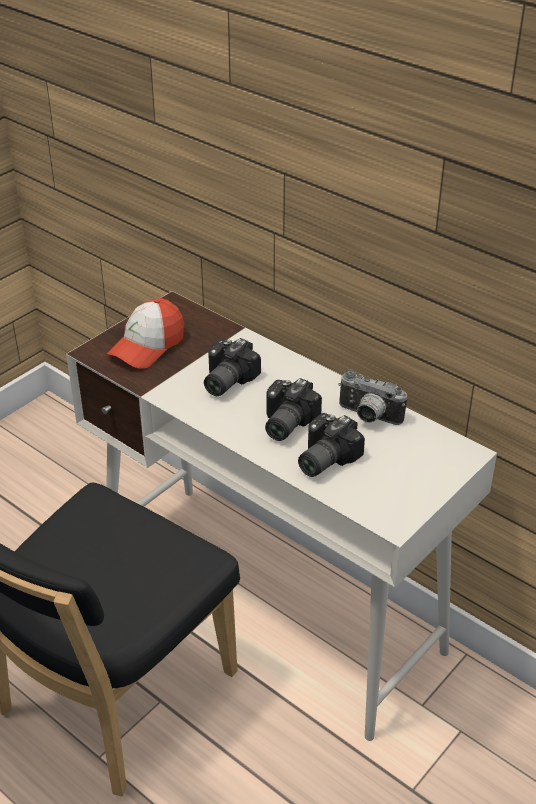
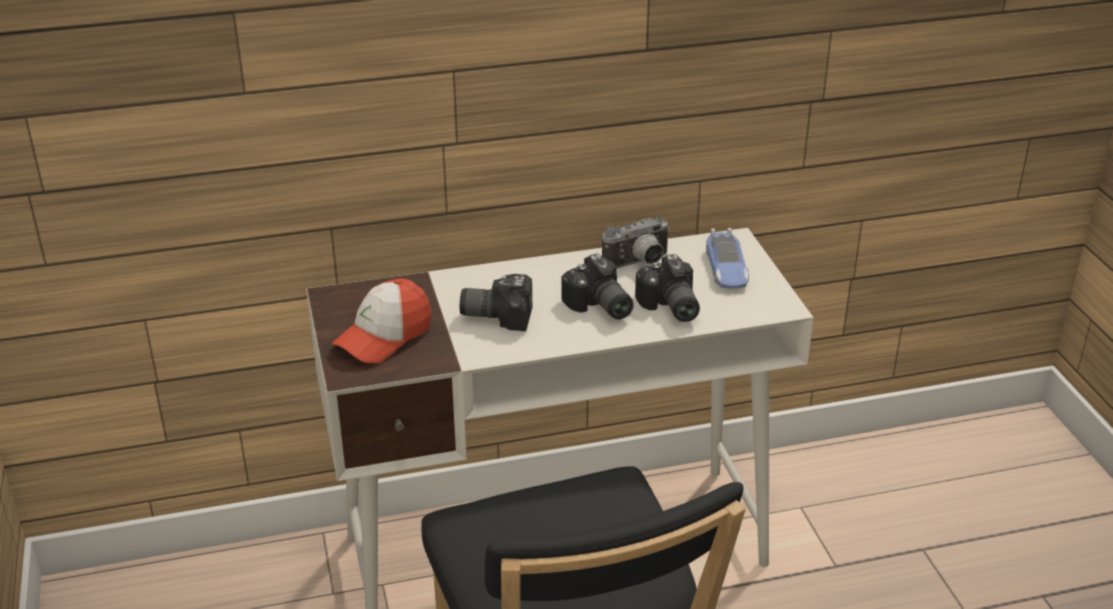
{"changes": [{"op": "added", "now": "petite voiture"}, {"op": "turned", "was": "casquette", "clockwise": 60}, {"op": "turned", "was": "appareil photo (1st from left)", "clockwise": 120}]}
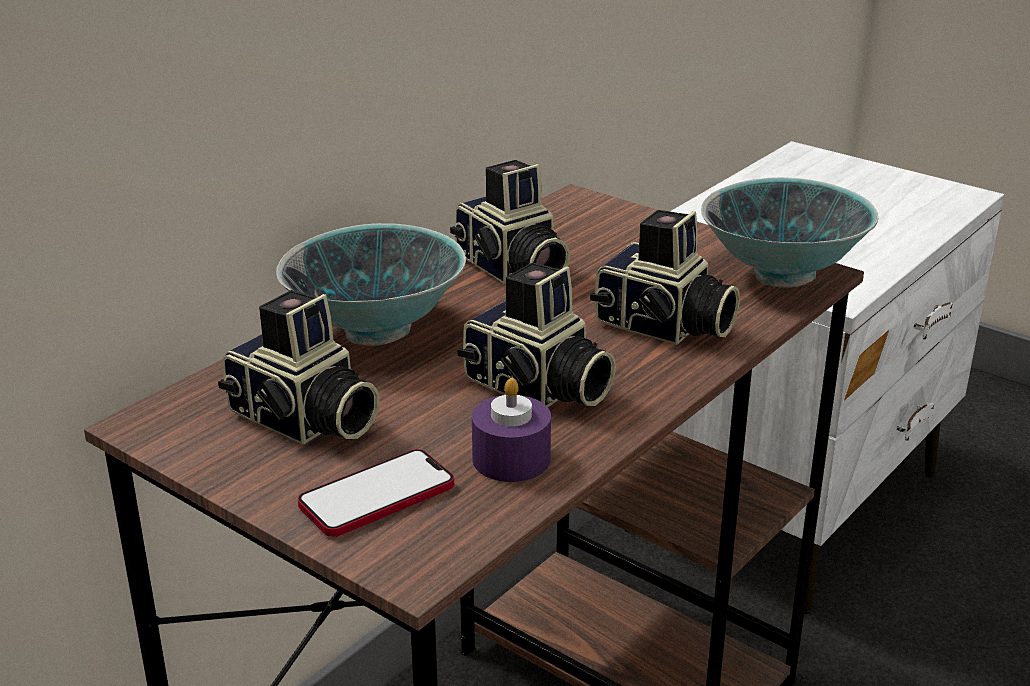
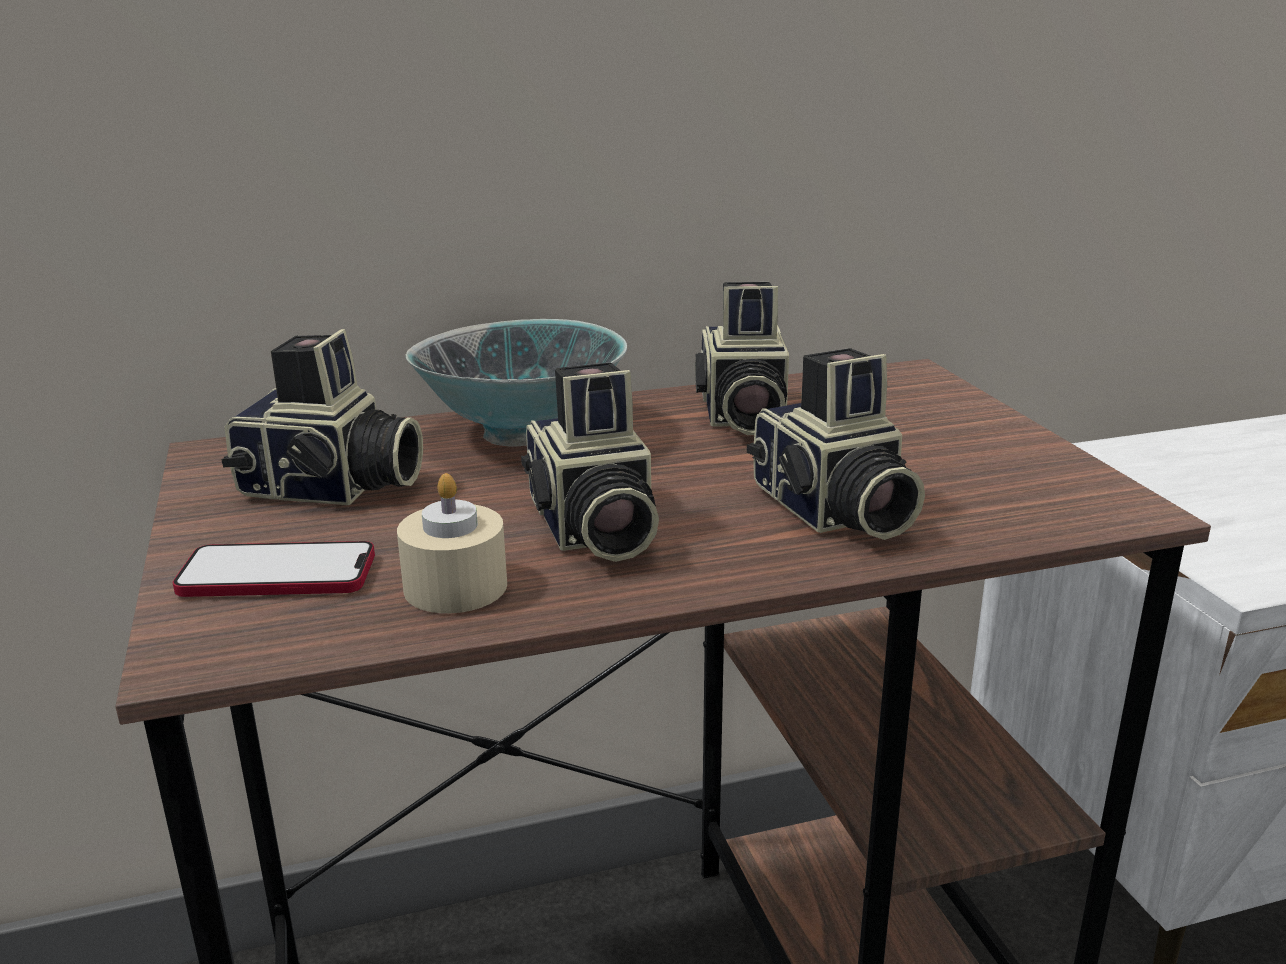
{"changes": [{"op": "removed", "was": "bol (2nd from left)"}, {"op": "recoloured", "was": "bougie [violet]", "now": "bougie [beige]"}, {"op": "turned", "was": "appareil photo (1st from left)", "clockwise": -60}]}
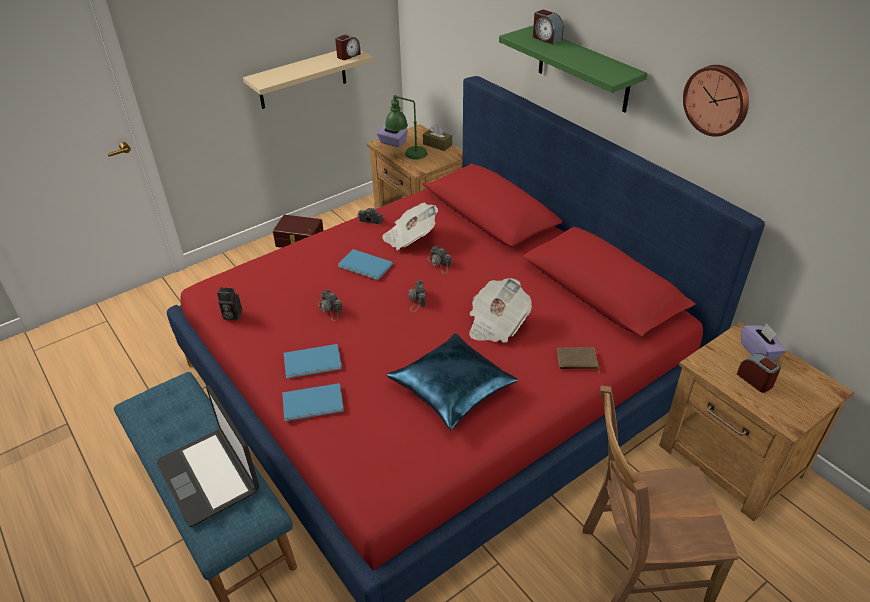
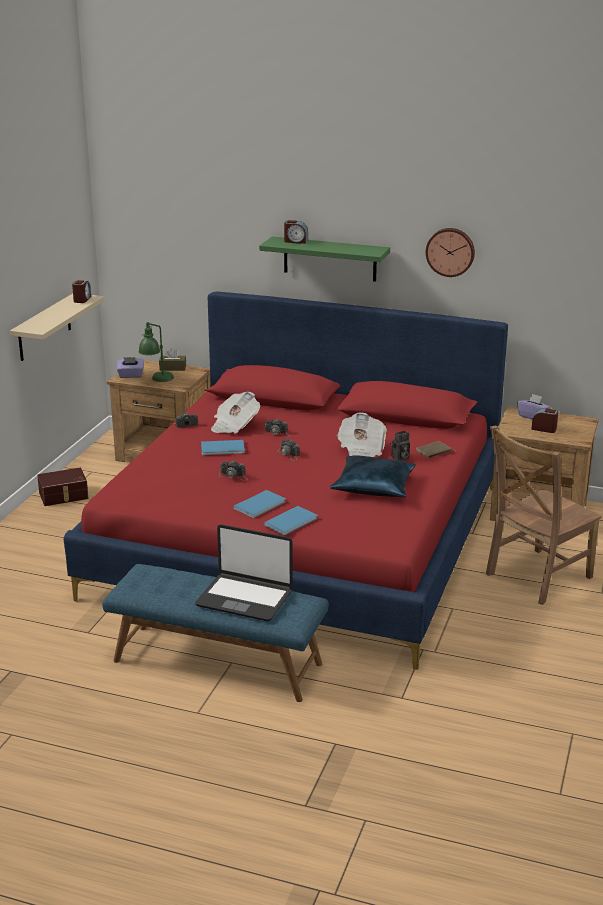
{"changes": [{"op": "moved", "was": "appareil photo (1st from left in the first image)", "now": "appareil photo (5th from left)"}]}
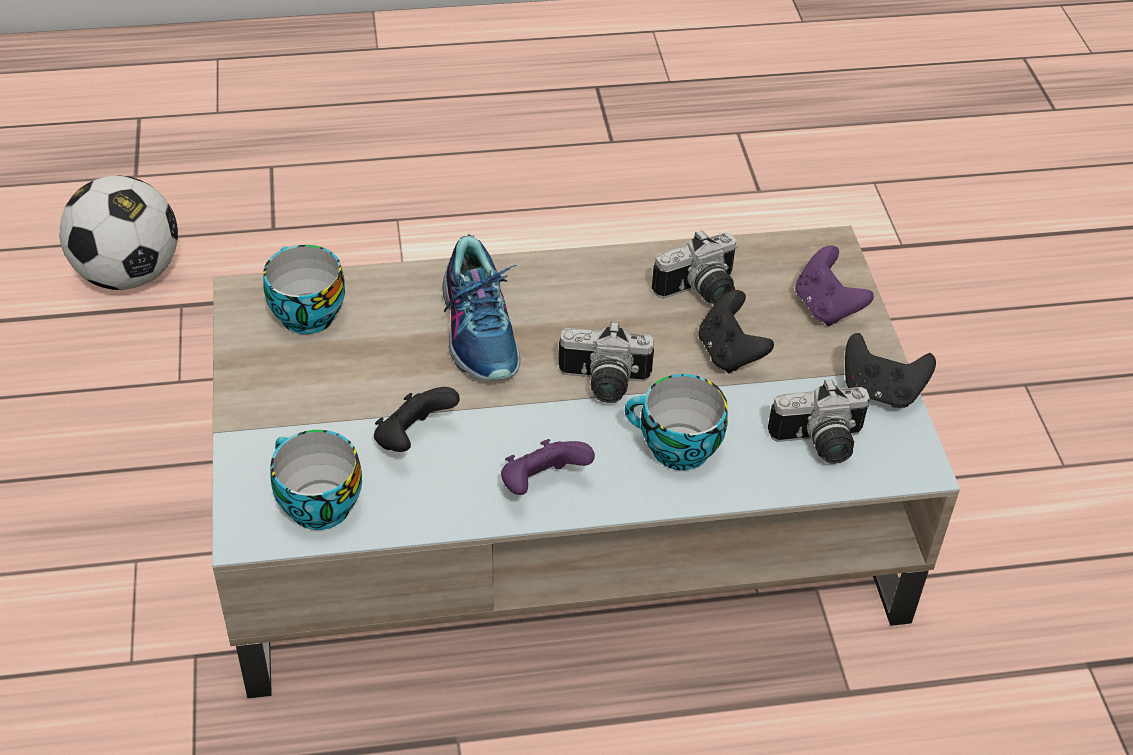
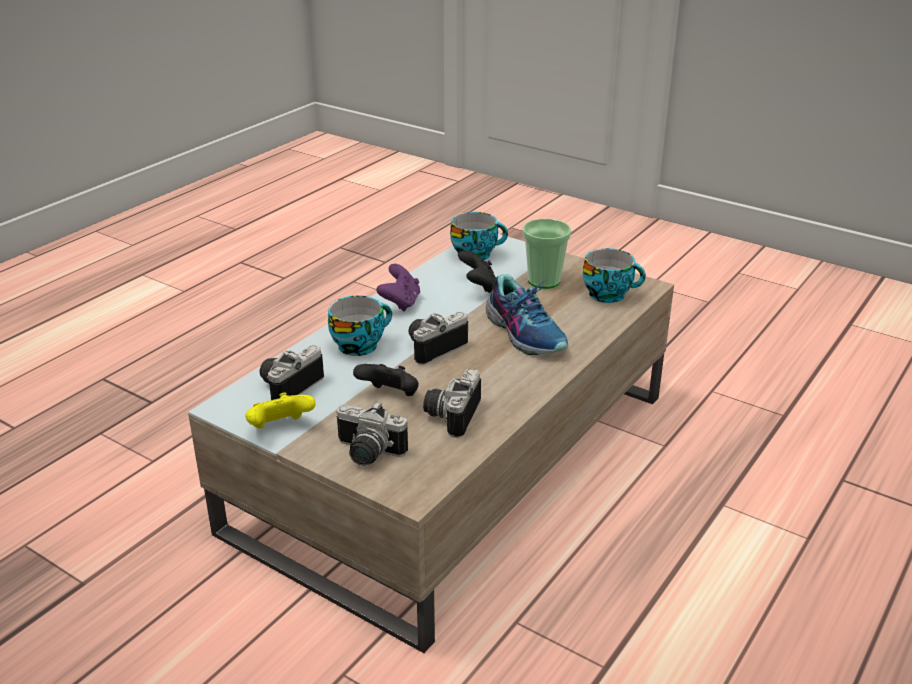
{"changes": [{"op": "removed", "was": "ballon de foot"}, {"op": "added", "now": "tasse (3rd from left)"}, {"op": "replaced", "was": "manette [violet] (2nd from left)", "now": "appareil photo (2nd from left)"}, {"op": "recoloured", "was": "manette [noir] (3rd from left)", "now": "manette [jaune]"}, {"op": "turned", "was": "chaussure", "clockwise": -150}]}
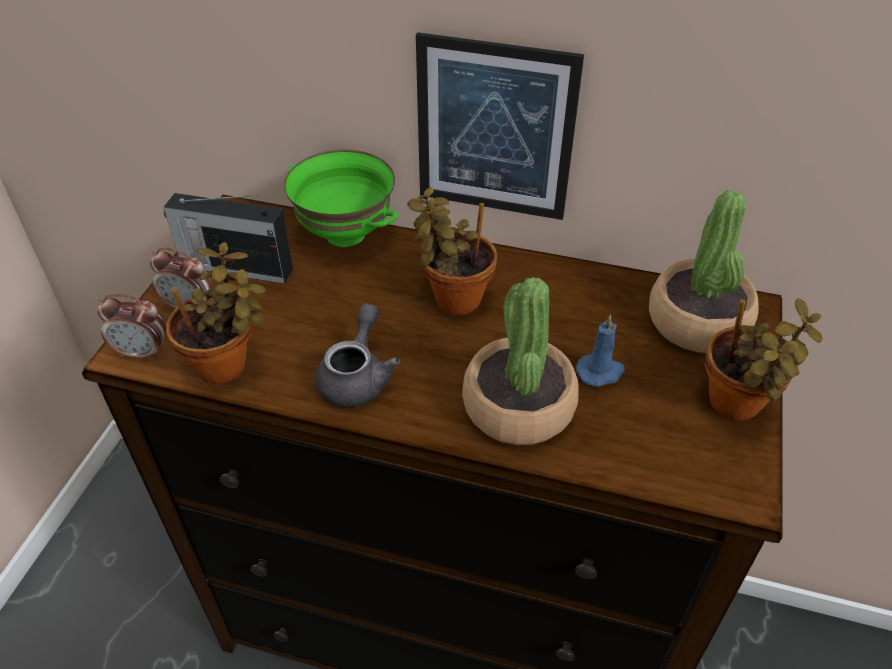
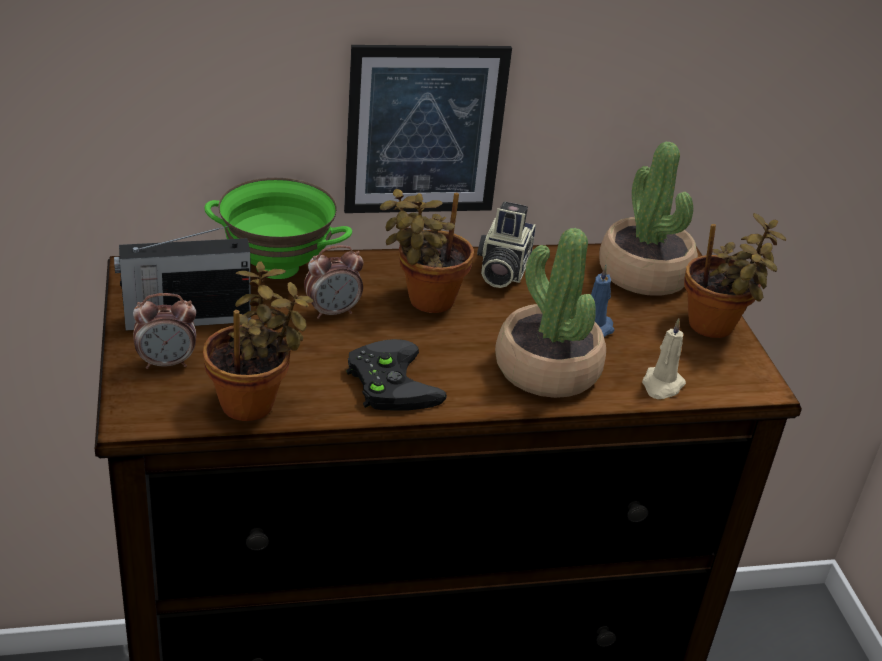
{"changes": [{"op": "added", "now": "appareil photo"}, {"op": "added", "now": "bougie [beige]"}, {"op": "moved", "was": "réveil (1st from left in the first image)", "now": "réveil (2nd from left)"}, {"op": "replaced", "was": "théière [gris]", "now": "manette [noir]"}]}
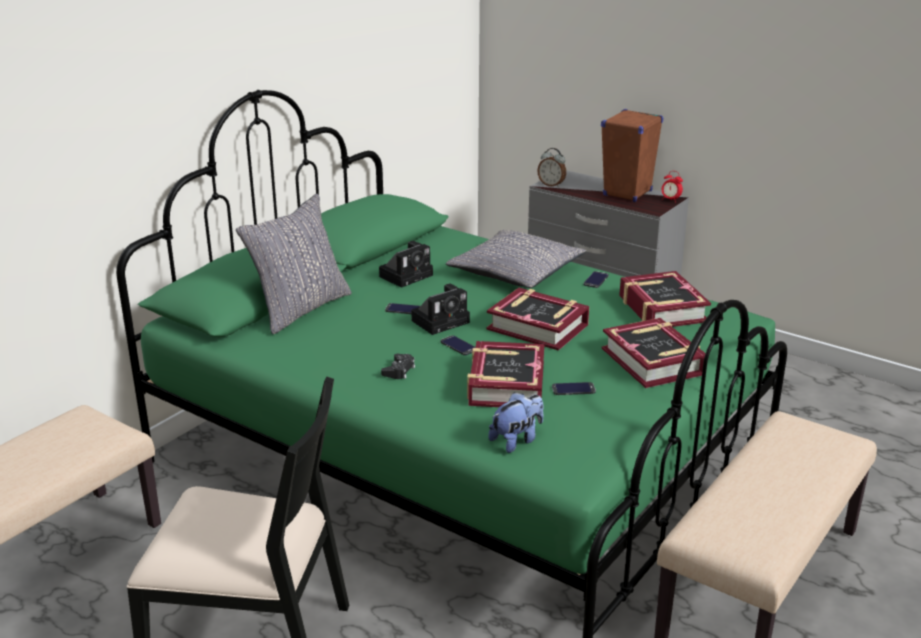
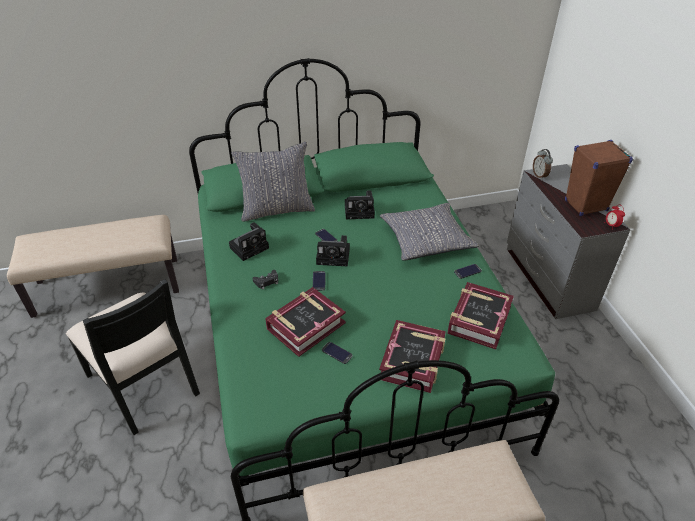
{"changes": [{"op": "removed", "was": "livre (2nd from left)"}, {"op": "removed", "was": "peluche"}, {"op": "added", "now": "appareil photo (1st from left)"}]}
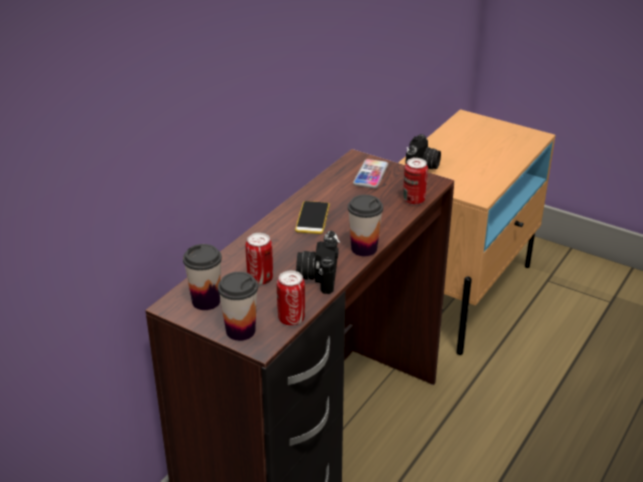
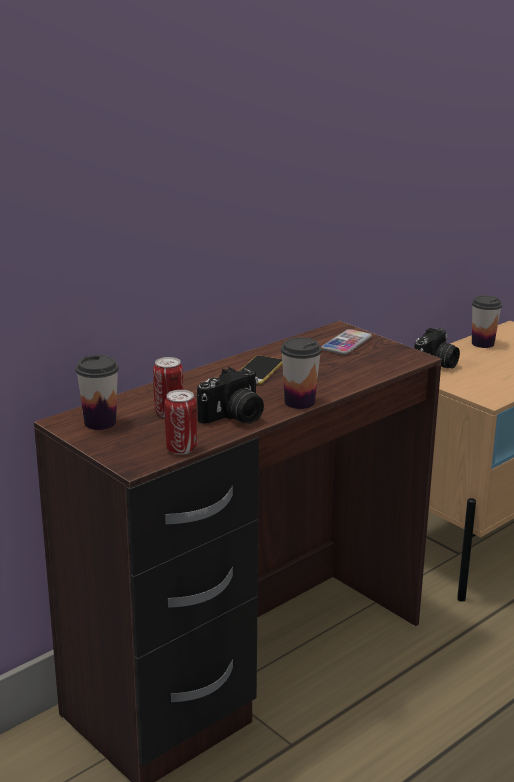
{"changes": [{"op": "removed", "was": "boîte métallique (3rd from left)"}, {"op": "moved", "was": "tasse (2nd from left in the first image)", "now": "tasse (3rd from left)"}, {"op": "turned", "was": "appareil photo (1st from left)", "clockwise": -150}]}
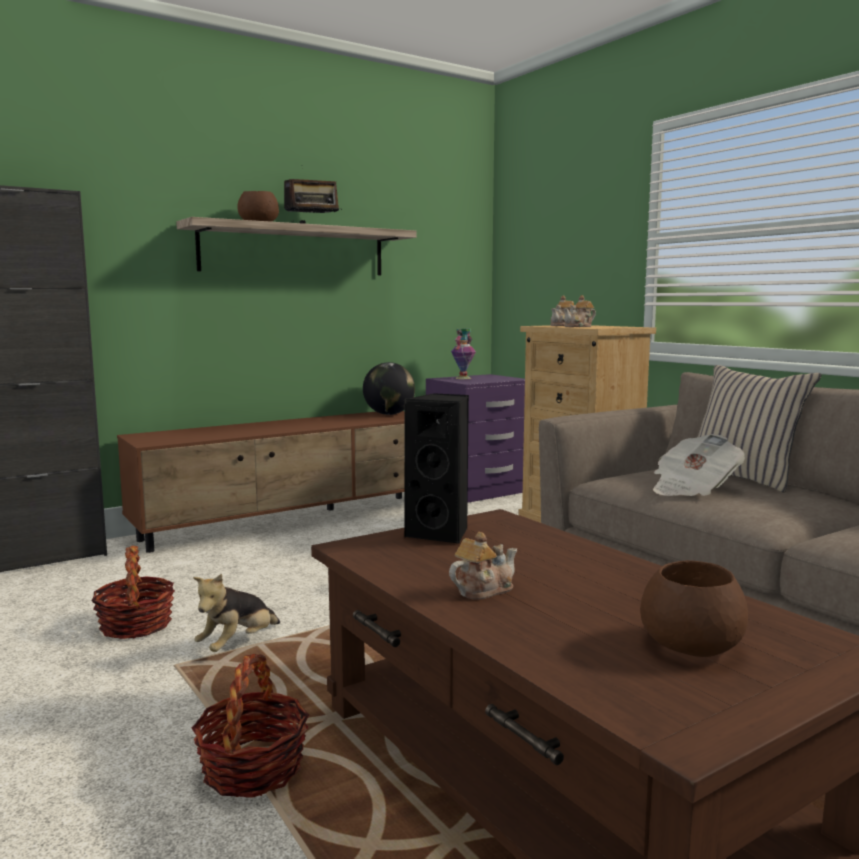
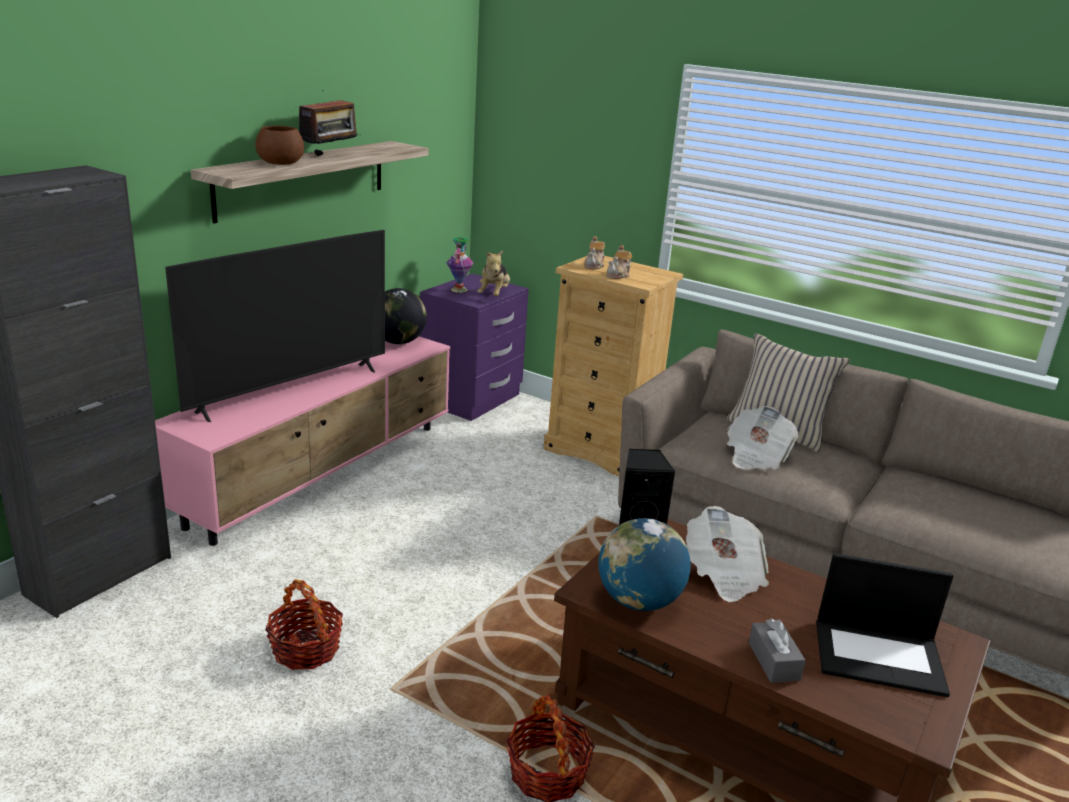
{"changes": [{"op": "removed", "was": "théière (1st from left)"}, {"op": "added", "now": "téléviseur"}, {"op": "added", "now": "globe (2nd from left)"}, {"op": "added", "now": "journal (1st from left)"}, {"op": "added", "now": "boîte à mouchoirs [gris]"}, {"op": "moved", "was": "peluche"}, {"op": "replaced", "was": "bol [marron] (2nd from left)", "now": "ordinateur portable"}, {"op": "recoloured", "was": "meuble télé [marron]", "now": "meuble télé [rose]"}]}
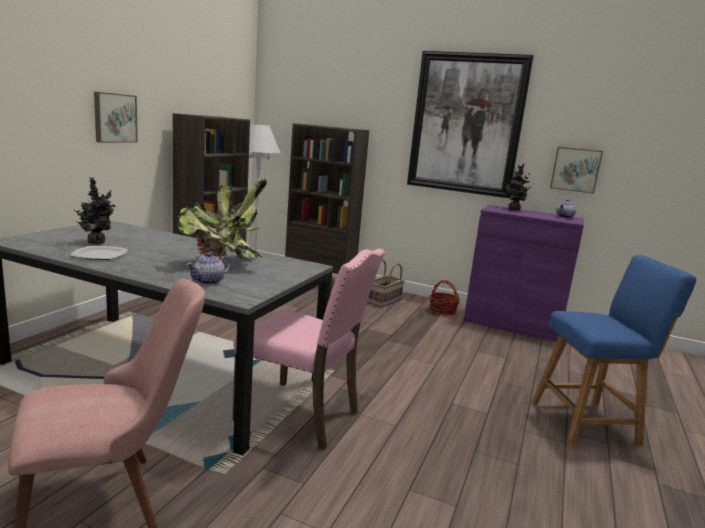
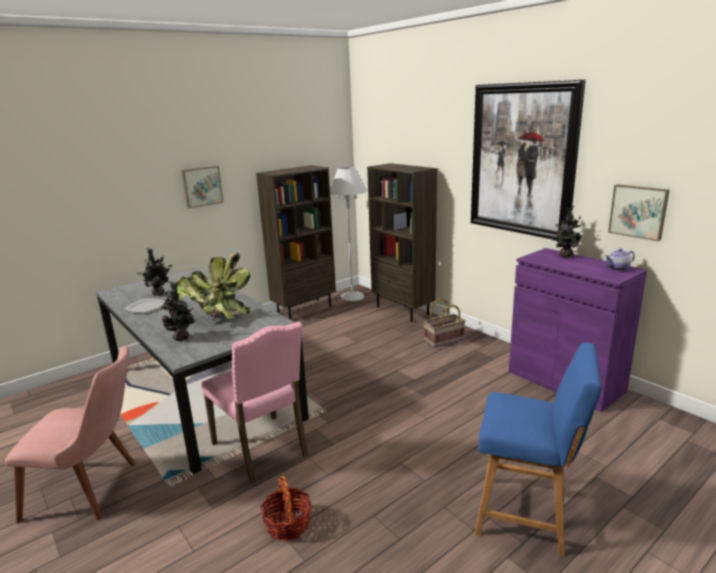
{"changes": [{"op": "moved", "was": "panier (2nd from left in the first image)", "now": "panier (1st from left)"}, {"op": "replaced", "was": "théière (1st from left)", "now": "plante en pot (2nd from left)"}]}
